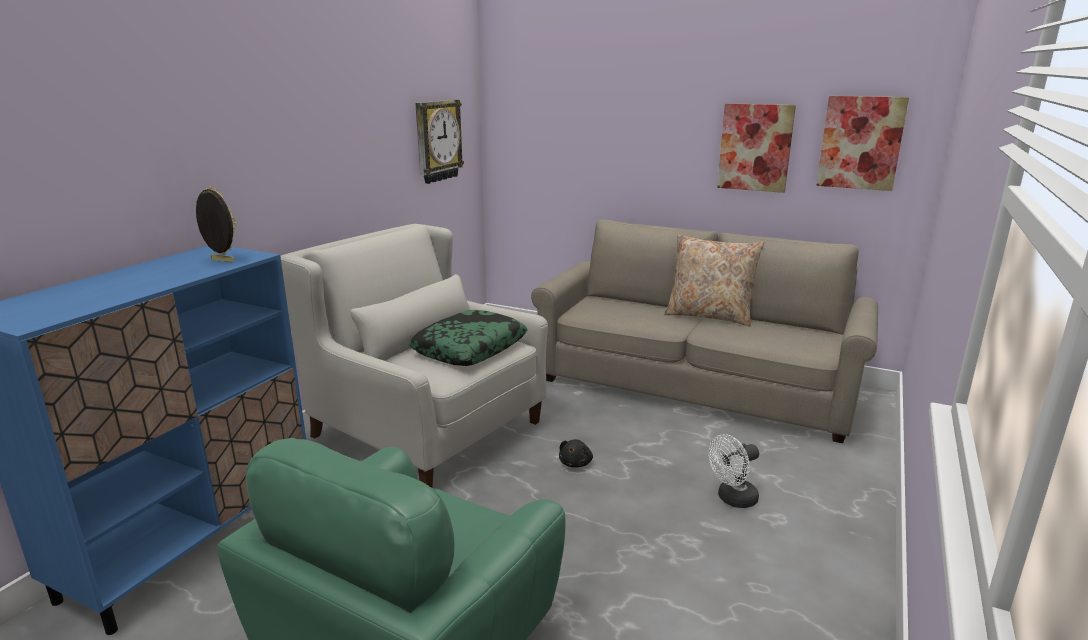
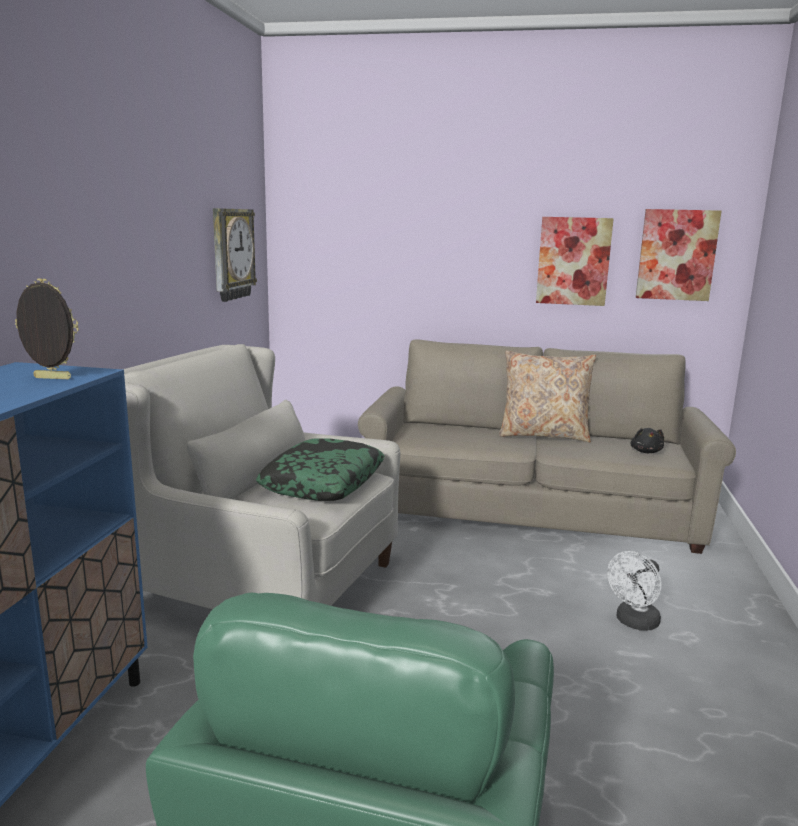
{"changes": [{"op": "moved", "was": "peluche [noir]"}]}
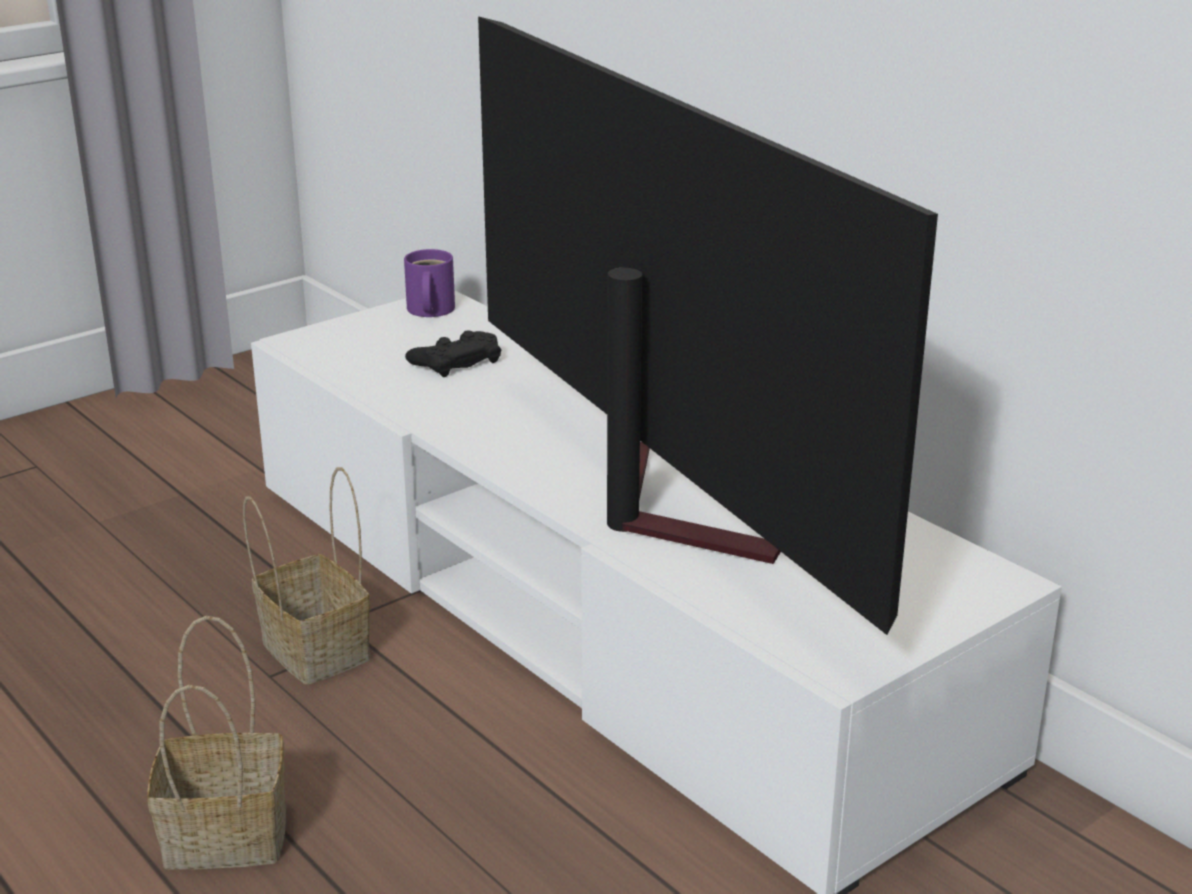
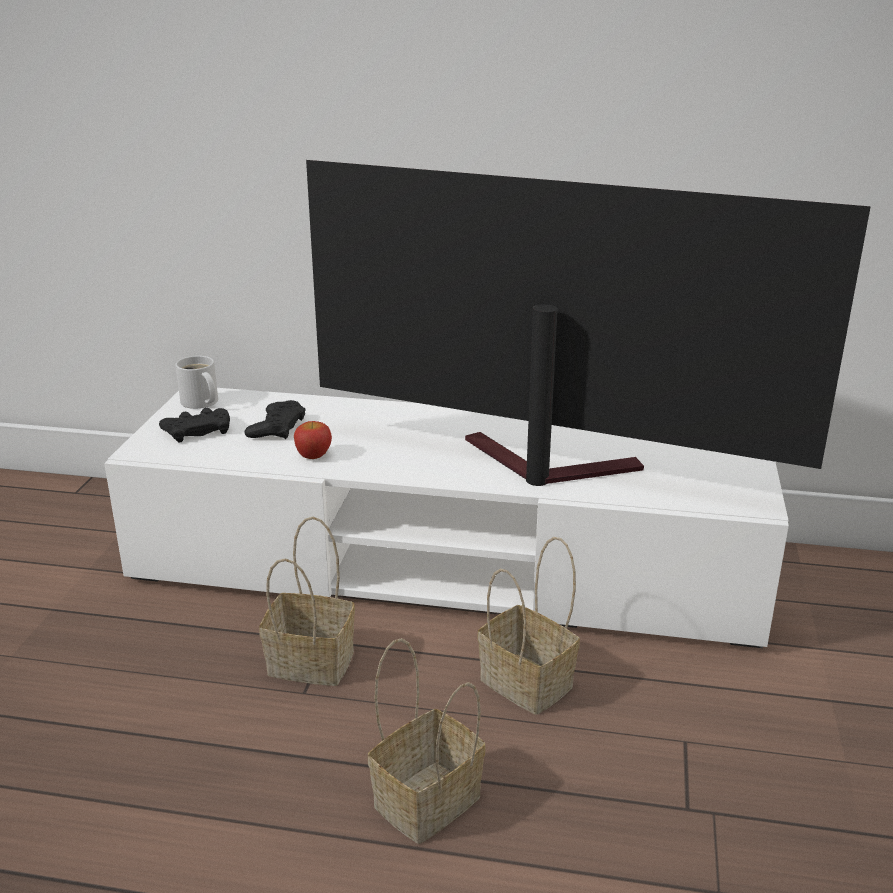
{"changes": [{"op": "added", "now": "manette [noir] (1st from left)"}, {"op": "added", "now": "pomme"}, {"op": "added", "now": "panier (3rd from left)"}, {"op": "recoloured", "was": "mug [violet]", "now": "mug [blanc]"}]}
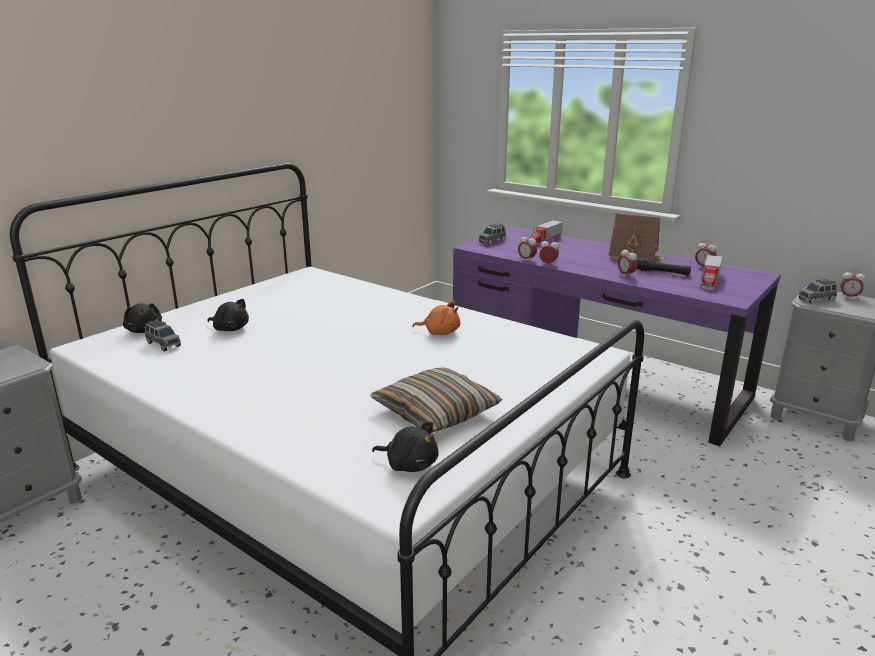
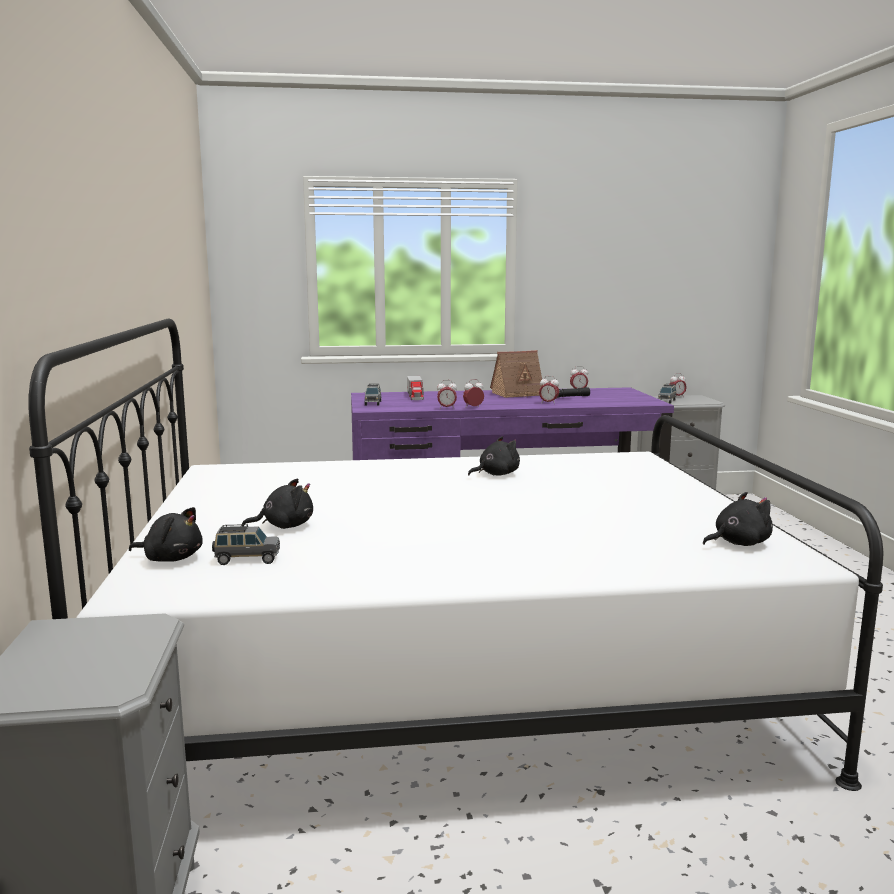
{"changes": [{"op": "removed", "was": "coussin"}, {"op": "removed", "was": "camion jouet (2nd from left)"}, {"op": "recoloured", "was": "peluche [orange]", "now": "peluche [noir] (3rd from left)"}]}
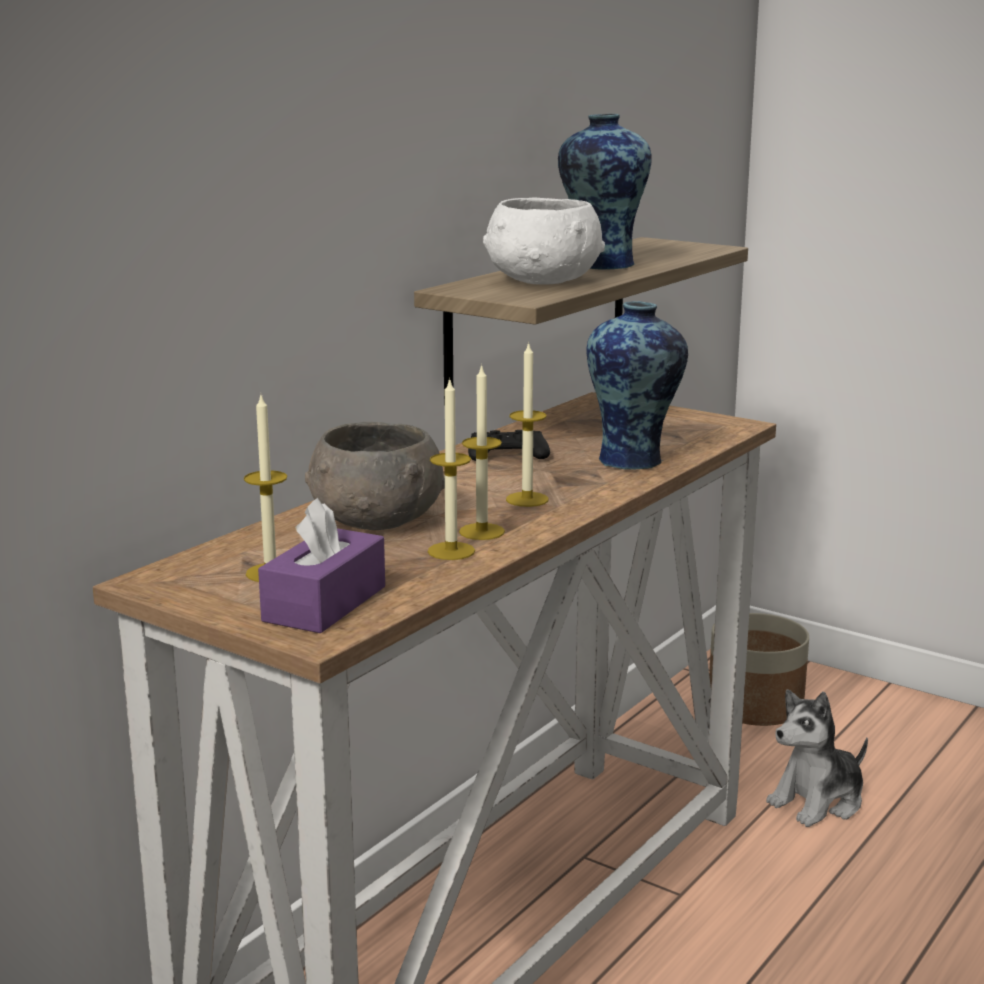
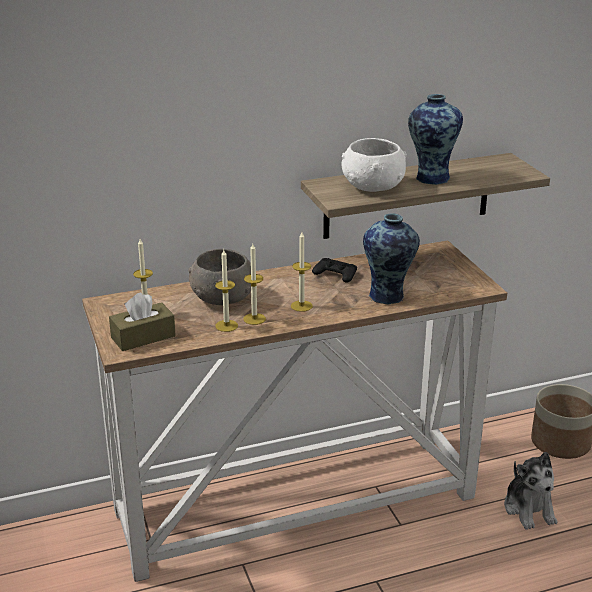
{"changes": [{"op": "recoloured", "was": "boîte à mouchoirs [violet]", "now": "boîte à mouchoirs [marron]"}, {"op": "turned", "was": "peluche", "clockwise": -105}]}
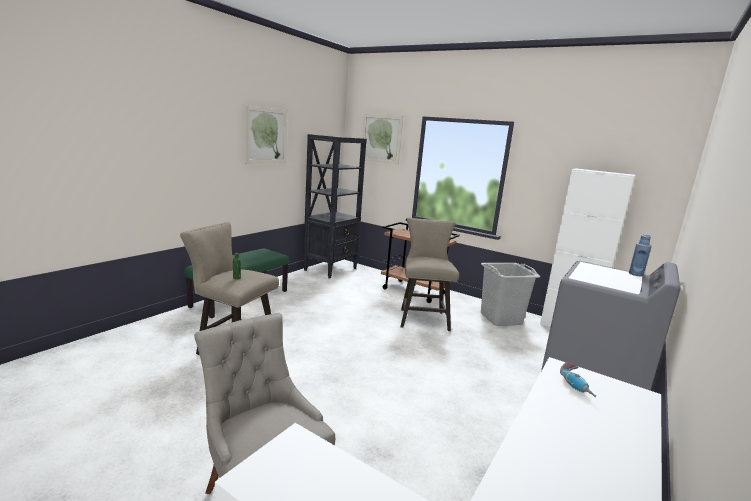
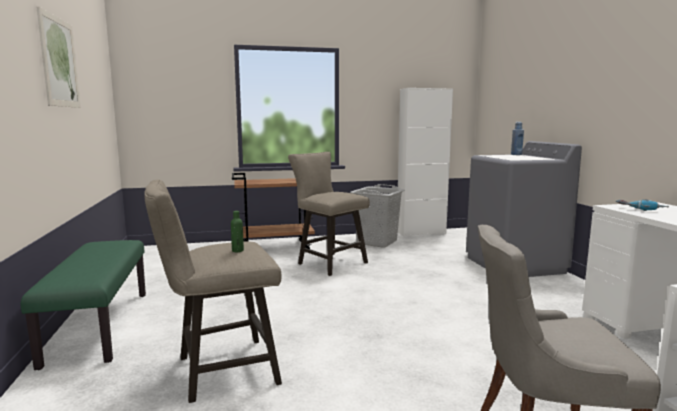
{"changes": [{"op": "removed", "was": "bibliothèque [noir]"}, {"op": "removed", "was": "tableau (2nd from left)"}]}
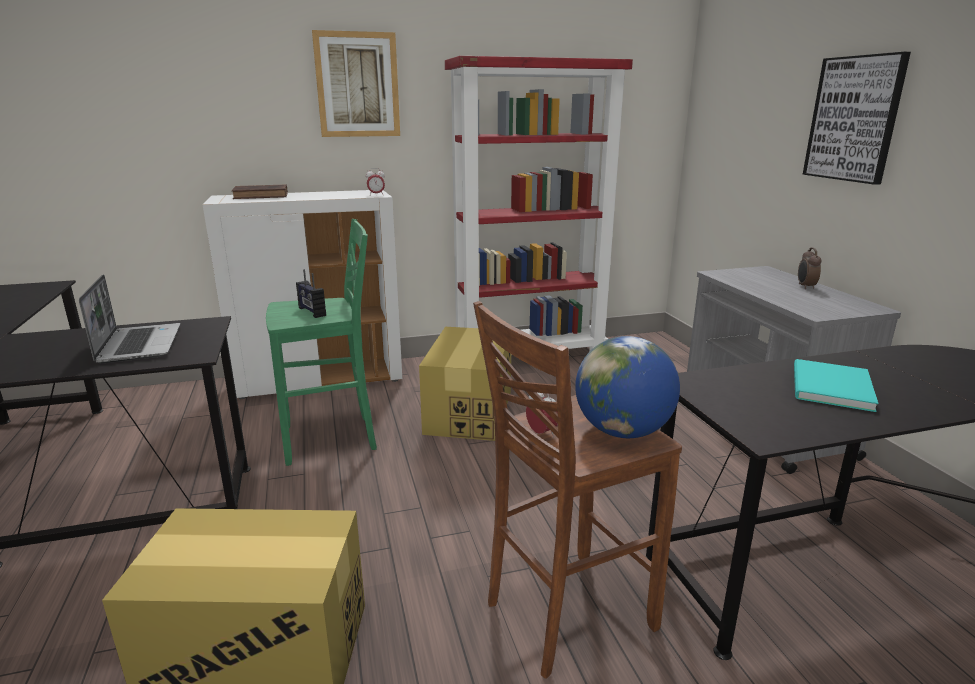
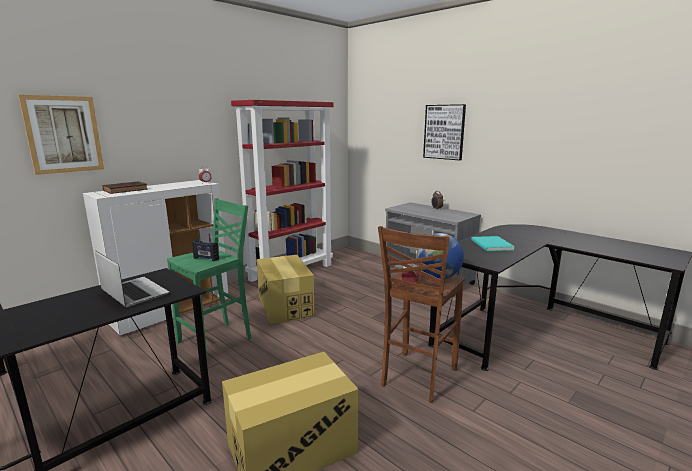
{"changes": [{"op": "moved", "was": "tableau (1st from left)"}]}
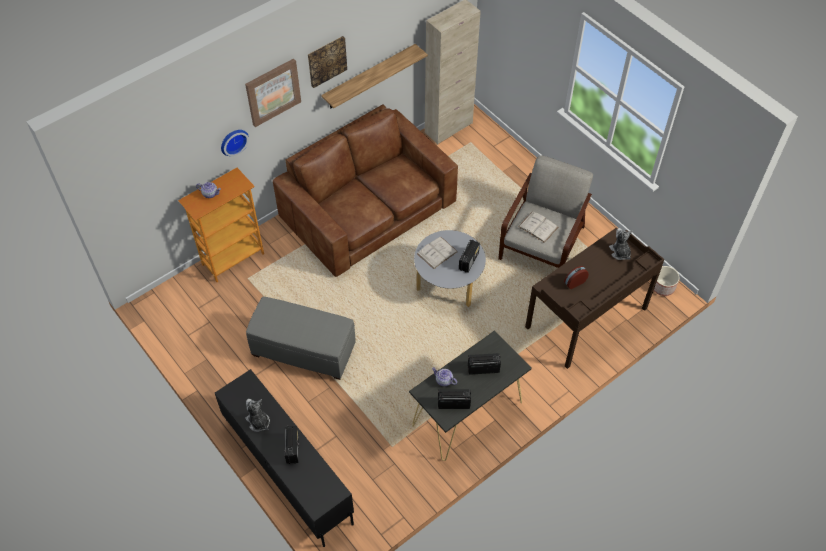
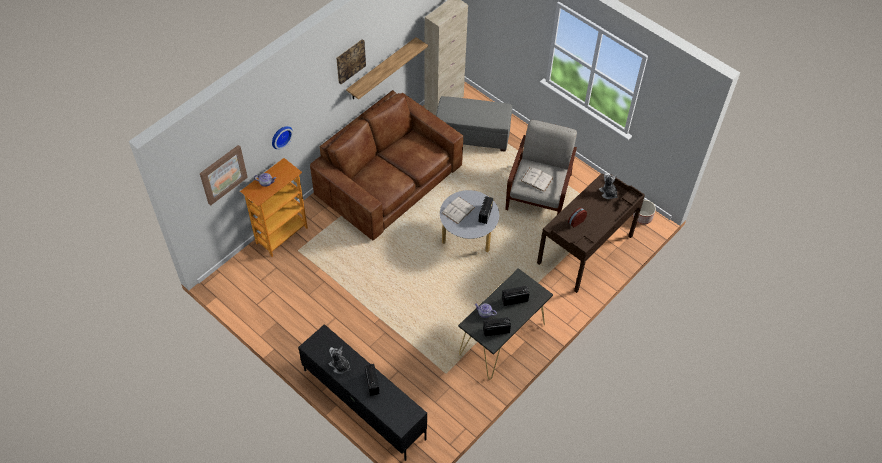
{"changes": [{"op": "moved", "was": "tableau (1st from left)"}, {"op": "moved", "was": "pouf [gris]"}]}
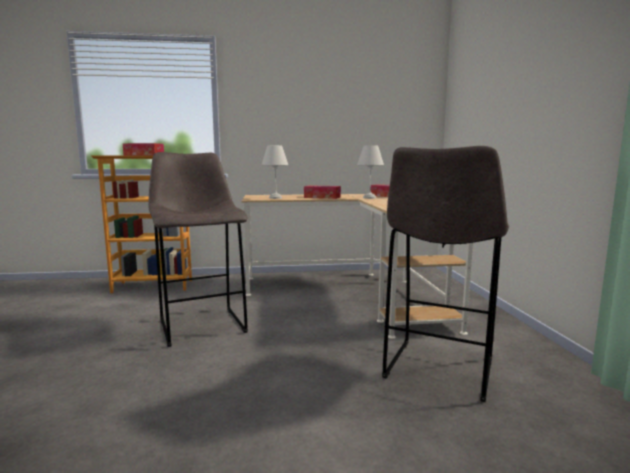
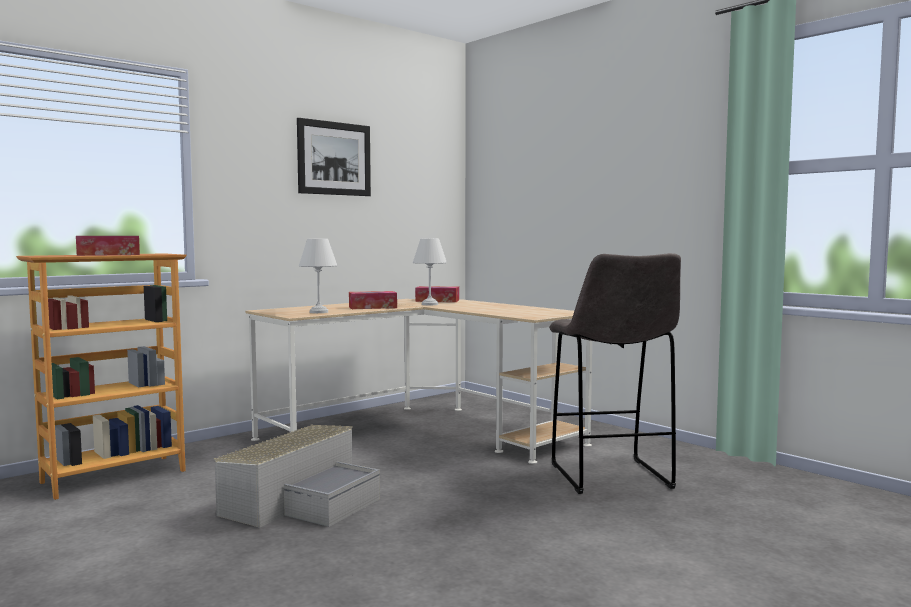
{"changes": [{"op": "added", "now": "tableau"}, {"op": "replaced", "was": "tabouret [gris] (1st from left)", "now": "boîte de rangement [gris]"}]}
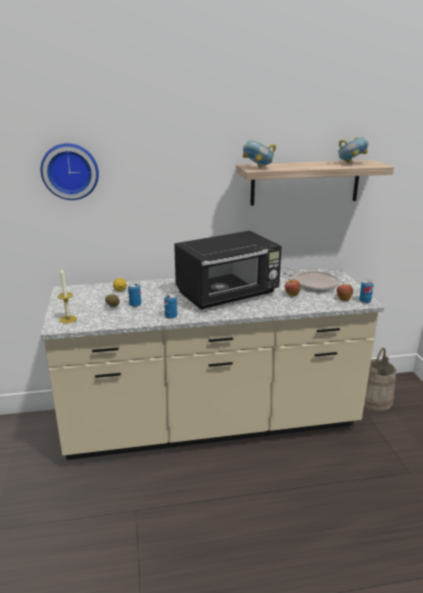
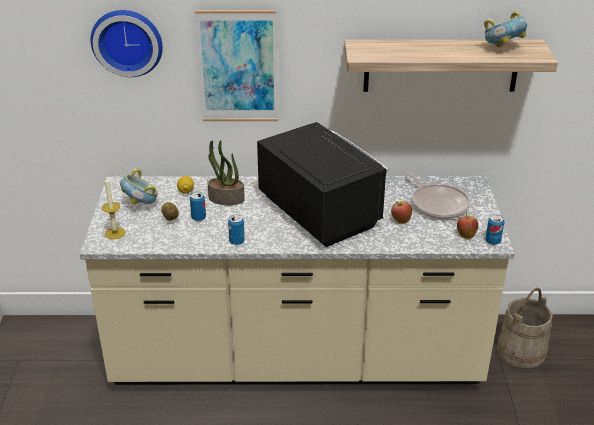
{"changes": [{"op": "added", "now": "tableau"}, {"op": "added", "now": "plante en pot"}, {"op": "moved", "was": "bol (1st from left)"}, {"op": "turned", "was": "micro-ondes [noir]", "clockwise": -105}]}
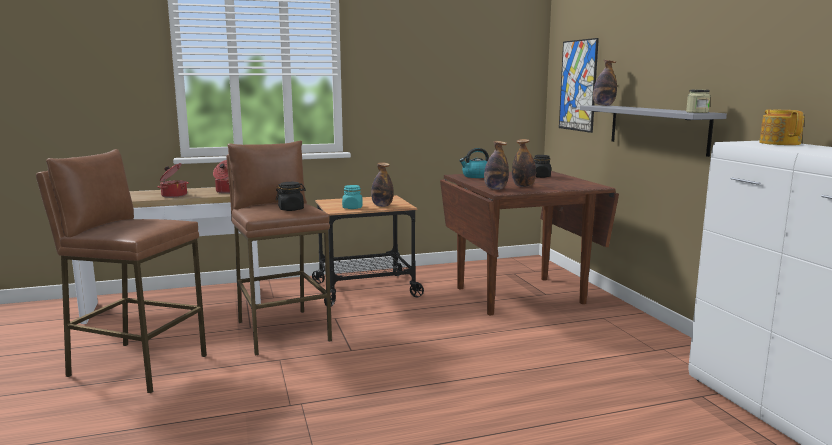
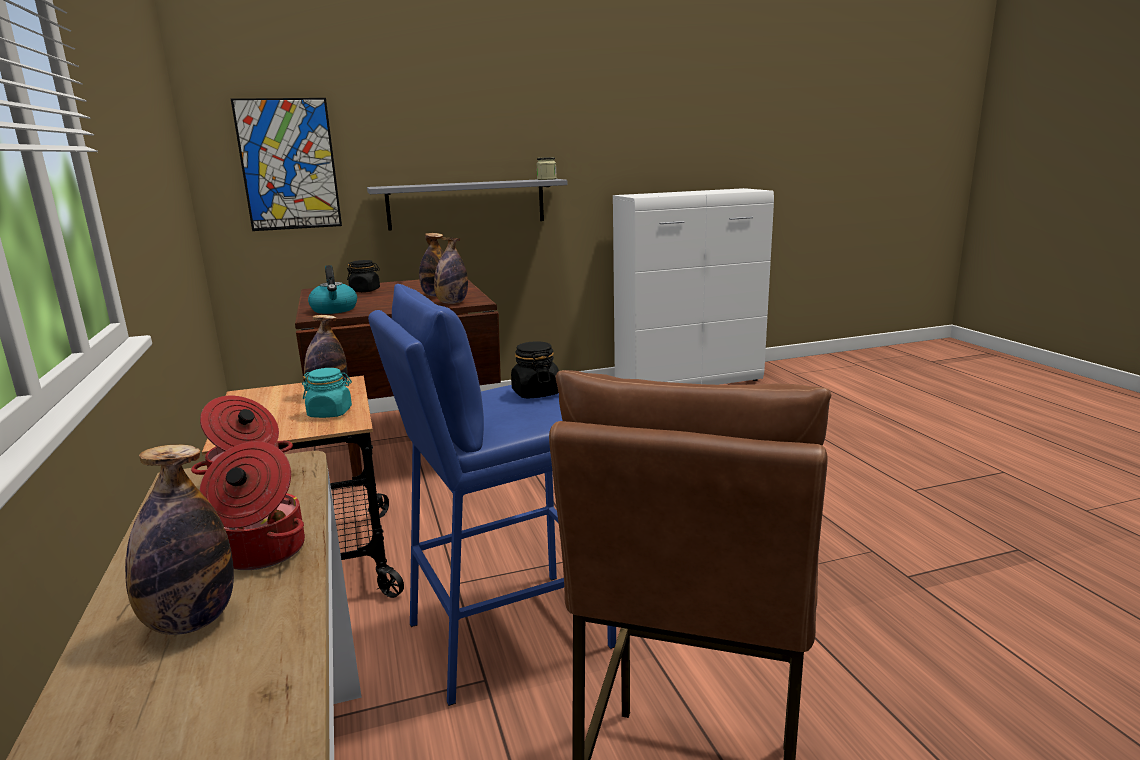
{"changes": [{"op": "removed", "was": "théière"}, {"op": "moved", "was": "bouteille (4th from left in the first image)", "now": "bouteille (1st from left)"}, {"op": "recoloured", "was": "tabouret [marron] (2nd from left)", "now": "tabouret [bleu]"}]}
